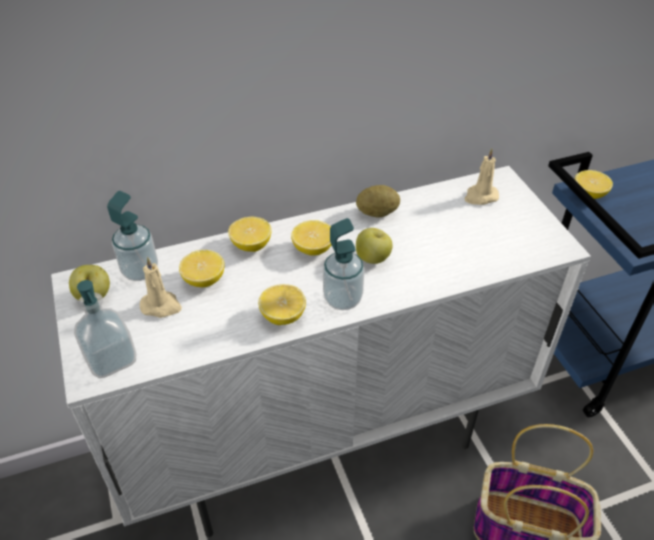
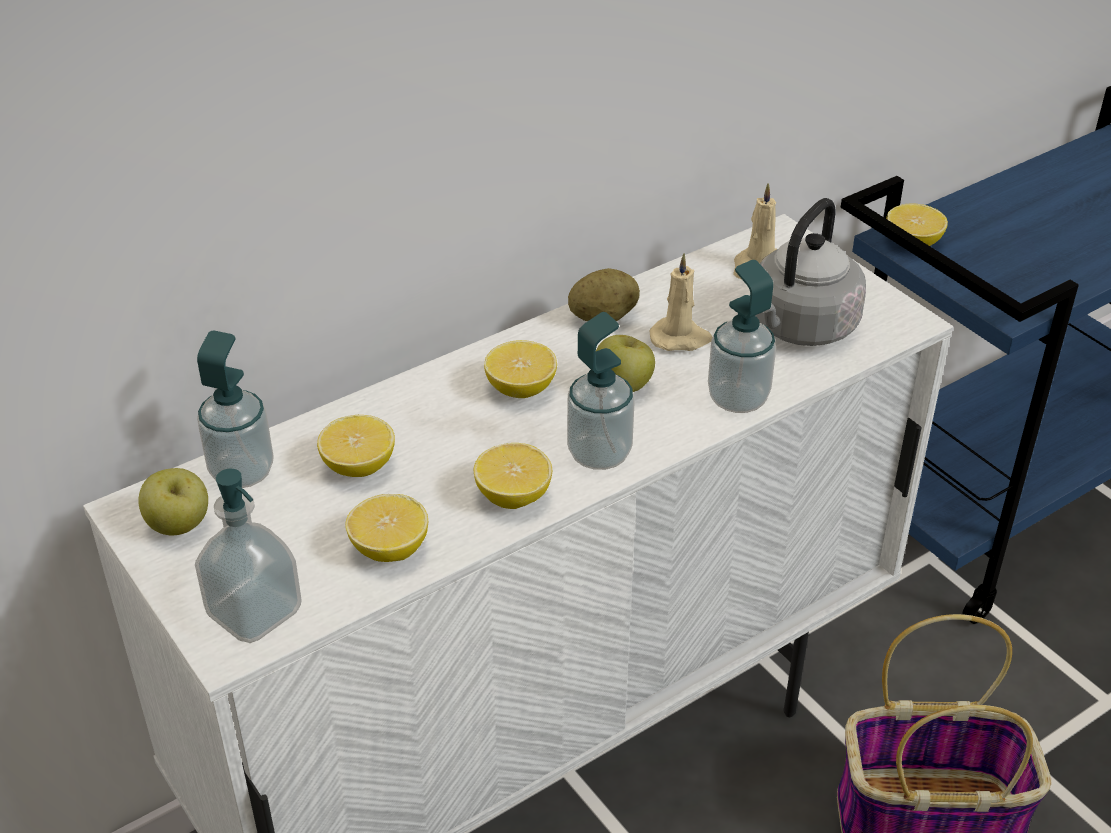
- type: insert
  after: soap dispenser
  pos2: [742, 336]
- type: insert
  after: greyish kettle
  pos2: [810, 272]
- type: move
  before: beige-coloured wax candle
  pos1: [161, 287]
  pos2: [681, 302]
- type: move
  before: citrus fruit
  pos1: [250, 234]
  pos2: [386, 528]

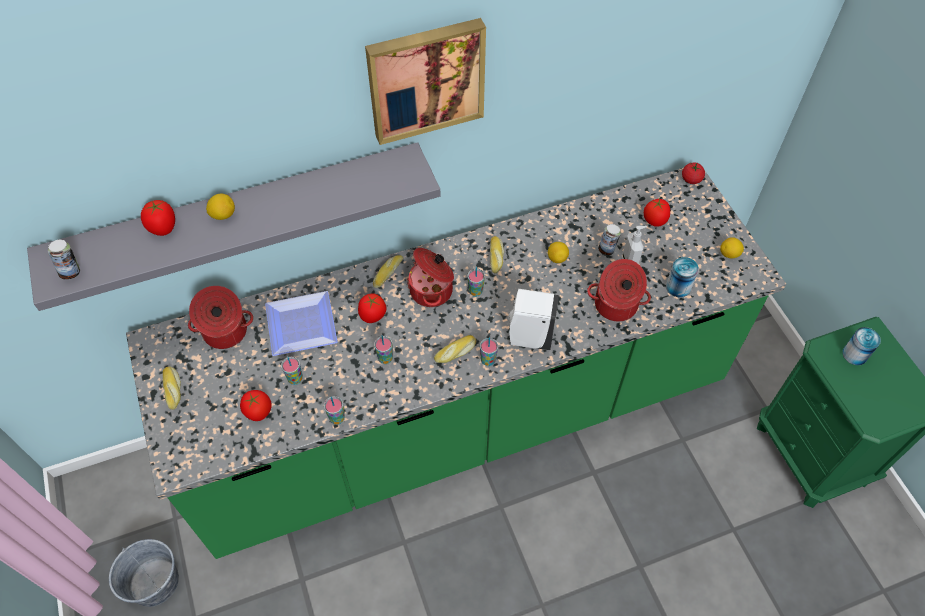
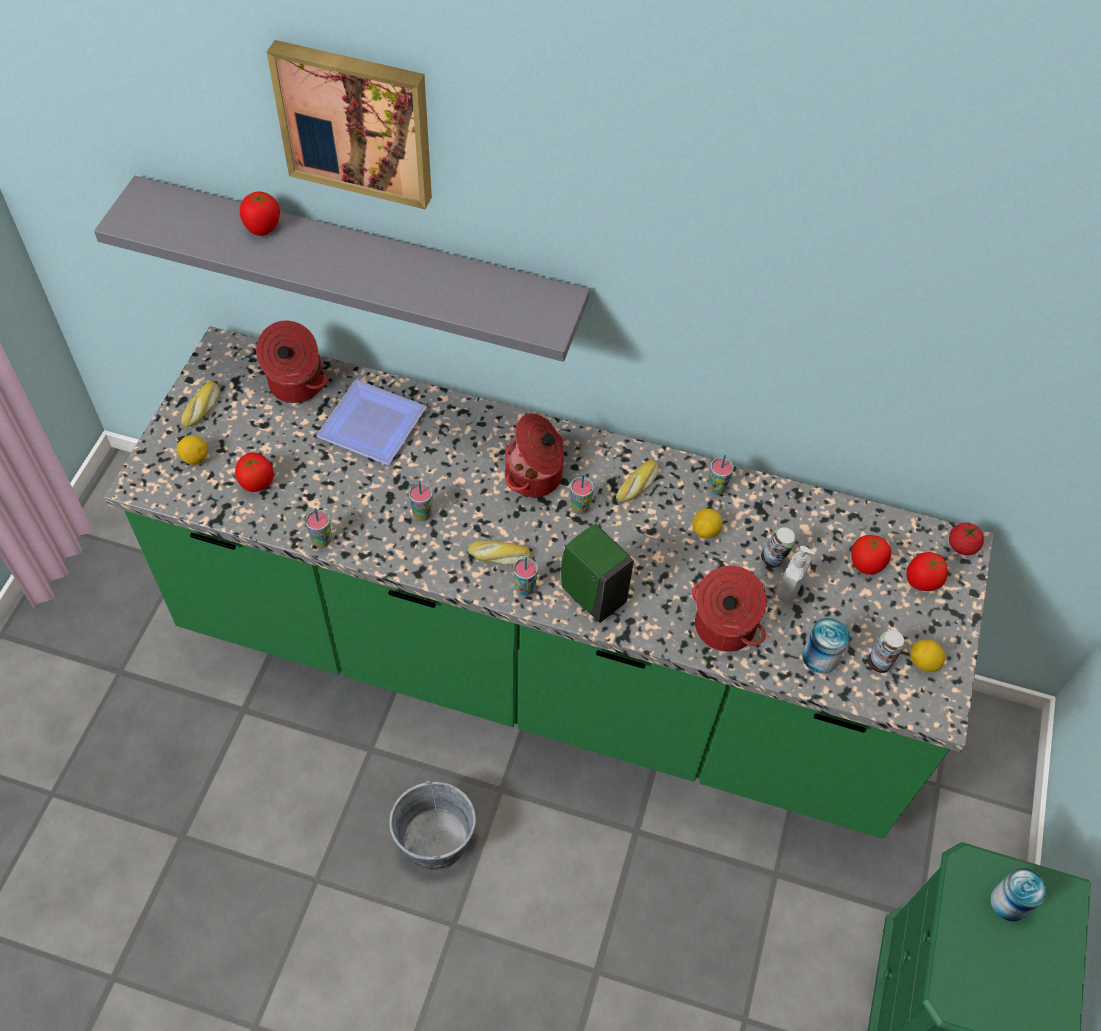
- type: delete
  before: bakery bread
  pos1: [388, 271]
- type: move
  before: can
  pos1: [64, 260]
  pos2: [886, 651]
- type: move
  before: greyish bucket
  pos1: [144, 573]
  pos2: [432, 825]
- type: move
  before: citrus fruit
  pos1: [220, 207]
  pos2: [192, 449]
- type: move
  before: drinking cup
  pos1: [292, 370]
  pos2: [721, 475]
- type: move
  before: whole tomato
  pos1: [372, 308]
  pos2: [927, 571]
- type: move
  before: wall art
  pos1: [425, 81]
  pos2: [349, 124]
- type: recolor
  before: white soap dispenser
  after: greenish soap dispenser
  pos1: [533, 319]
  pos2: [597, 573]

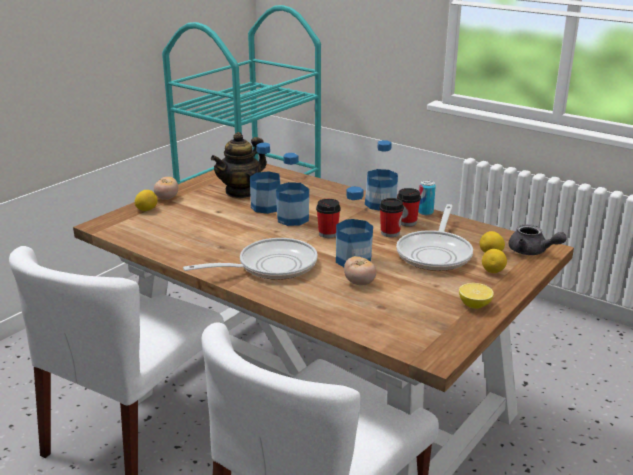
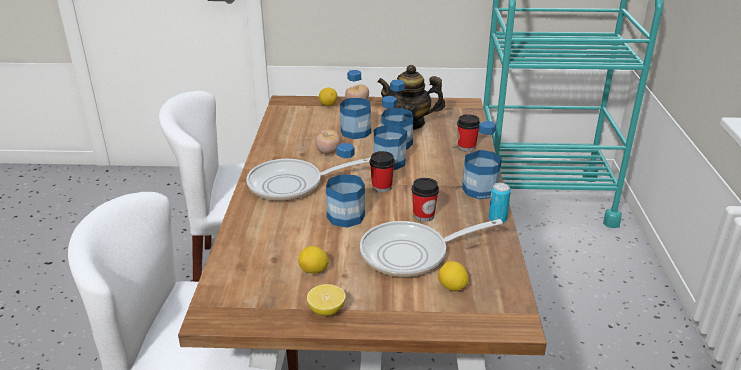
- type: delete
  before: greyish teapot
  pos1: [537, 239]
- type: insert
  after: bottle
  pos2: [355, 104]
- type: move
  before: whole tomato
  pos1: [360, 270]
  pos2: [327, 141]
- type: move
  before: drinking cup
  pos1: [409, 207]
  pos2: [468, 133]
- type: move
  before: citrus fruit
  pos1: [494, 261]
  pos2: [313, 260]
- type: rotate
  before: skillet
  pos1: [250, 259]
  pos2: [309, 179]
  turn: 135

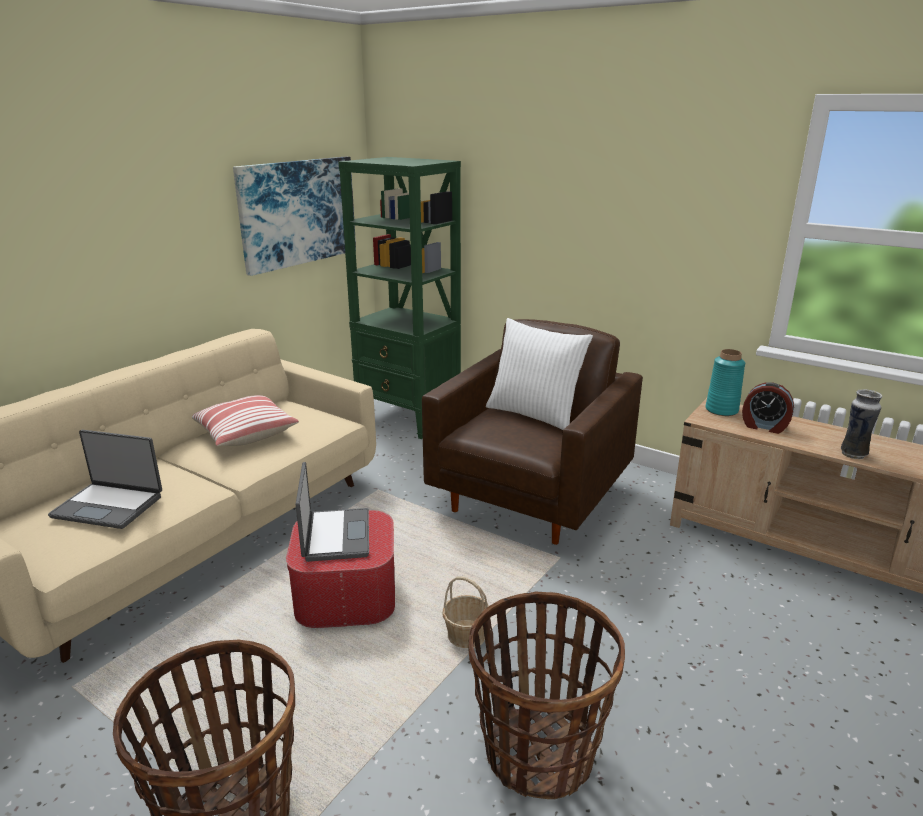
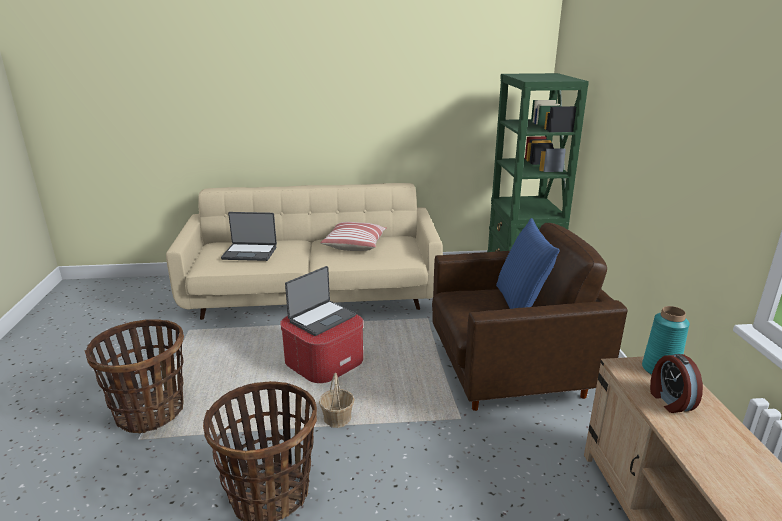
- type: delete
  before: wall art
  pos1: [294, 216]
- type: delete
  before: vase
  pos1: [861, 424]
- type: recolor
  before: white throw pillow
  after: blue throw pillow
  pos1: [539, 374]
  pos2: [528, 263]
- type: rotate
  before: notebook computer
  pos1: [105, 479]
  pos2: [249, 236]
  turn: -60

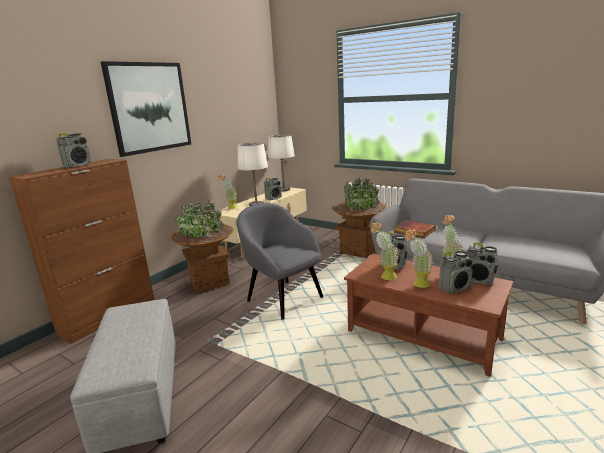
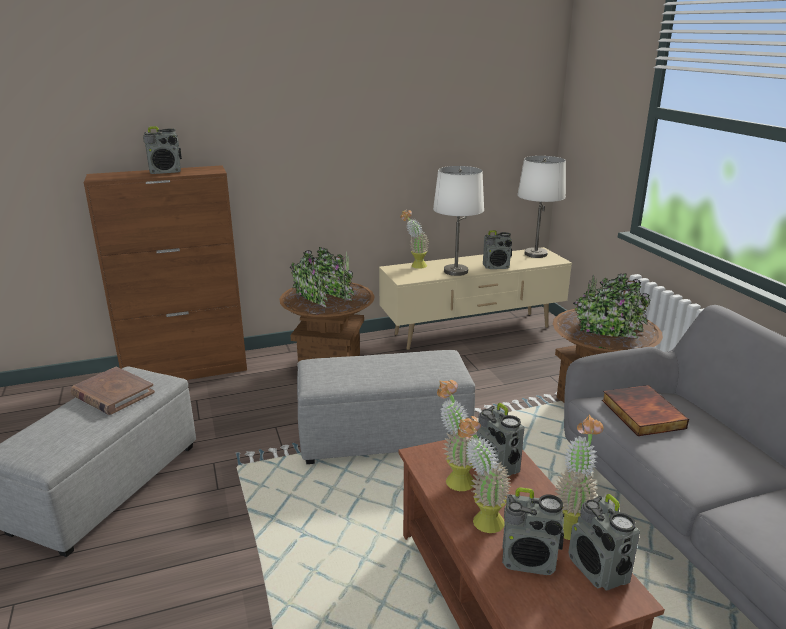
- type: delete
  before: wall art
  pos1: [146, 109]
- type: insert
  after: brownish book
  pos2: [113, 391]
- type: replace
  before: greyish lounge chair
  after: greyish ottoman
  pos1: [280, 261]
  pos2: [386, 407]

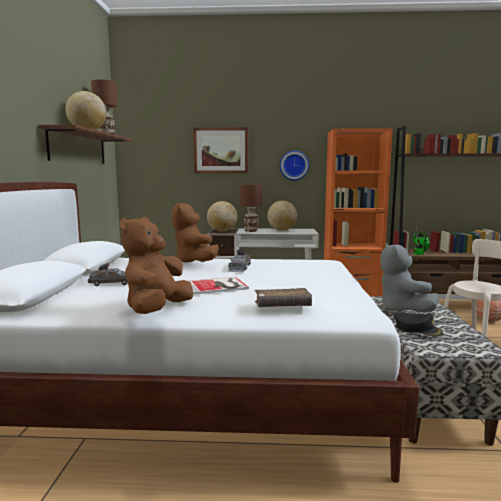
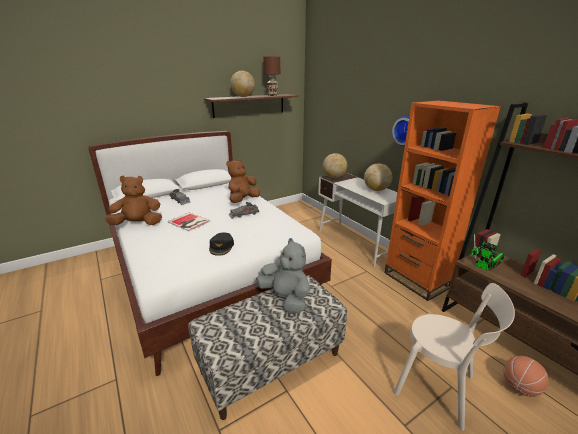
- type: delete
  before: wall art
  pos1: [220, 150]
- type: delete
  before: brownish table lamp
  pos1: [251, 208]
- type: delete
  before: brownish book
  pos1: [283, 297]
- type: move
  before: black peaked cap
  pos1: [418, 324]
  pos2: [221, 244]
- type: rotate
  before: greyish plush toy
  pos1: [409, 277]
  pos2: [283, 275]
  turn: 90

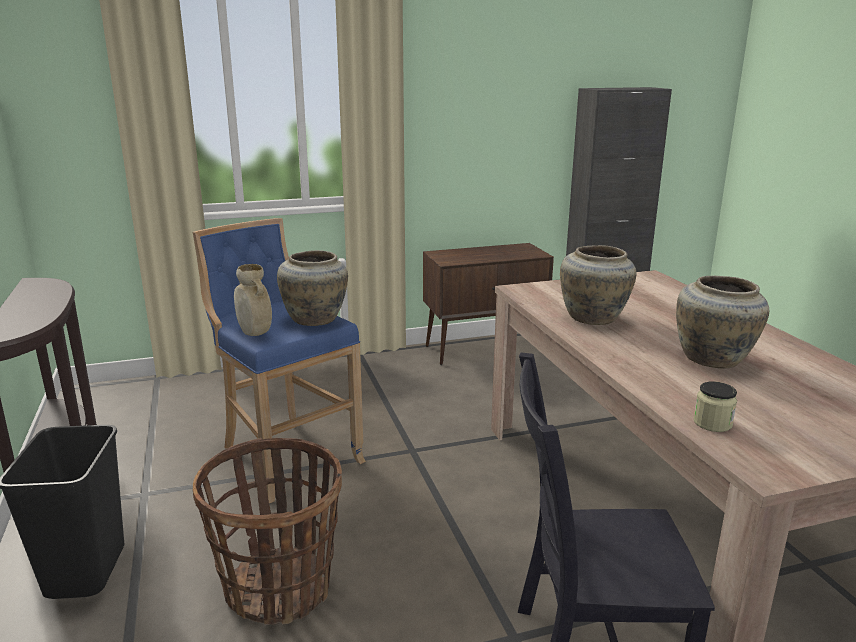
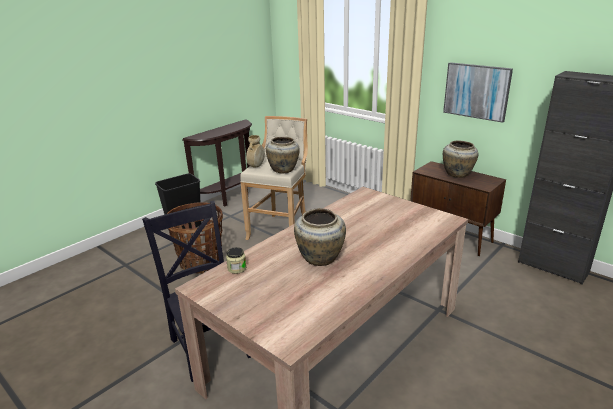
- type: insert
  after: wall art
  pos2: [478, 92]
- type: move
  before: beige-coloured vase
  pos1: [598, 285]
  pos2: [460, 159]
- type: recolor
  before: blue stool
  after: beige-coloured stool
  pos1: [279, 360]
  pos2: [274, 178]

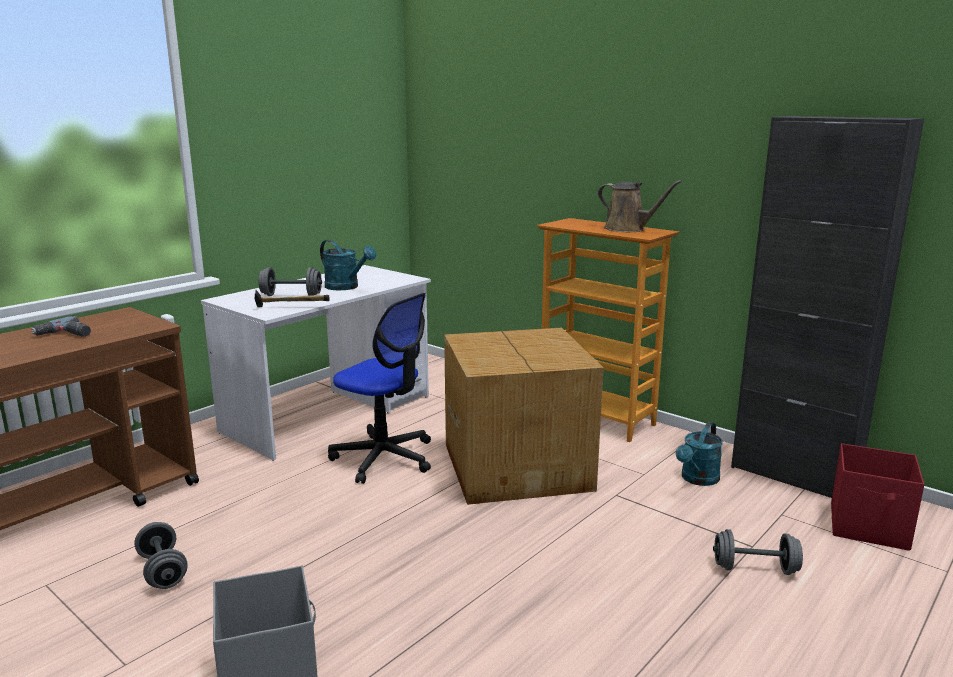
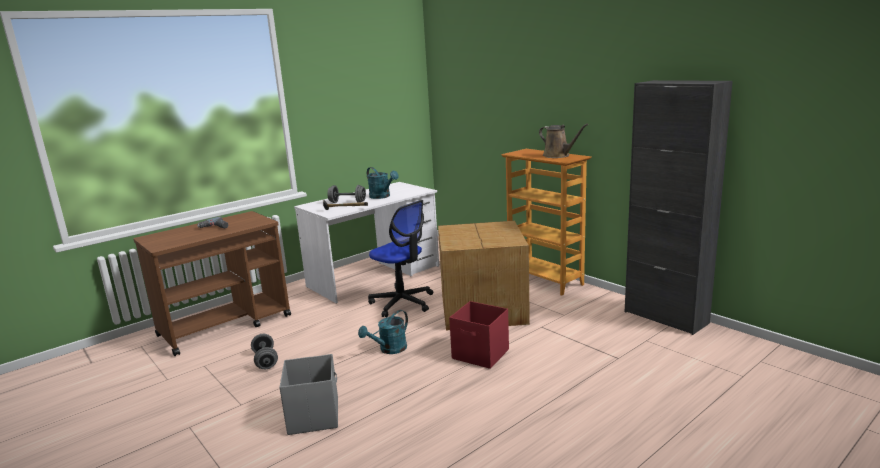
- type: delete
  before: greyish dumbbell
  pos1: [758, 552]
- type: move
  before: turquoise-coloured watering can
  pos1: [699, 454]
  pos2: [383, 332]
- type: move
  before: reddish storage container
  pos1: [877, 497]
  pos2: [479, 335]

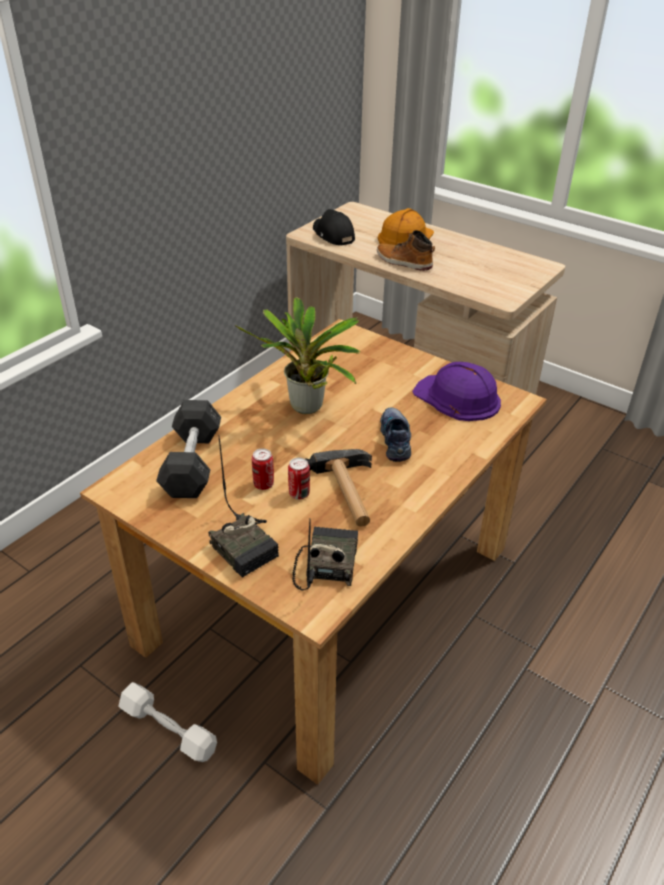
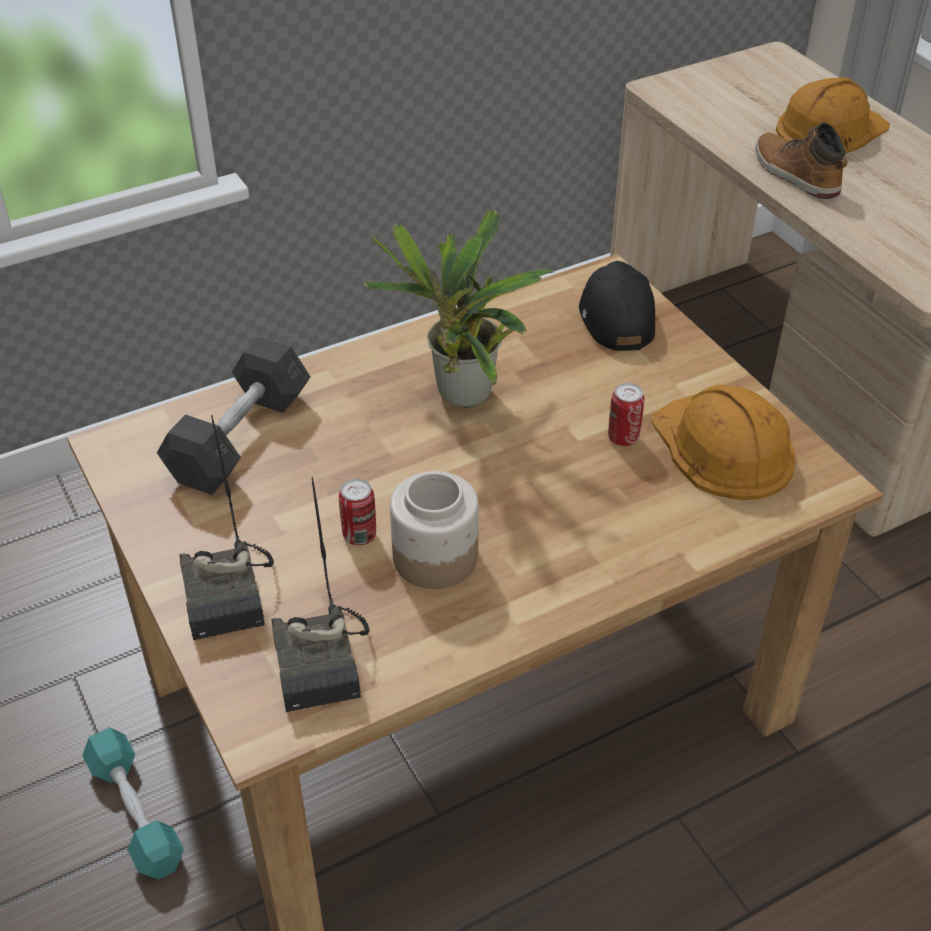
- type: delete
  before: item of footwear
  pos1: [395, 434]
- type: move
  before: can
  pos1: [263, 469]
  pos2: [626, 414]
- type: move
  before: black peaked cap
  pos1: [334, 227]
  pos2: [617, 306]
- type: replace
  before: hand hammer
  after: storage jar
  pos1: [338, 488]
  pos2: [434, 530]
- type: recolor
  before: white dumbbell
  after: turquoise-coloured dumbbell
  pos1: [167, 722]
  pos2: [133, 803]
- type: recolor
  before: purple safety helmet
  after: orangey safety helmet
  pos1: [456, 391]
  pos2: [723, 442]
- type: rotate
  before: radio set
  pos1: [325, 554]
  pos2: [320, 594]
  turn: 135

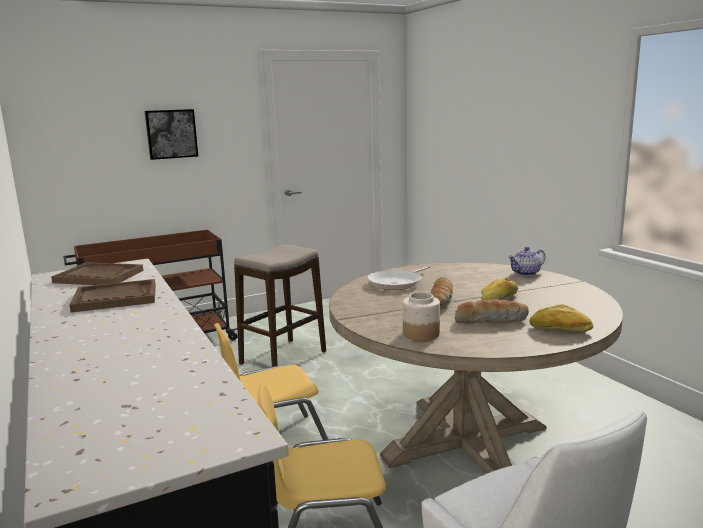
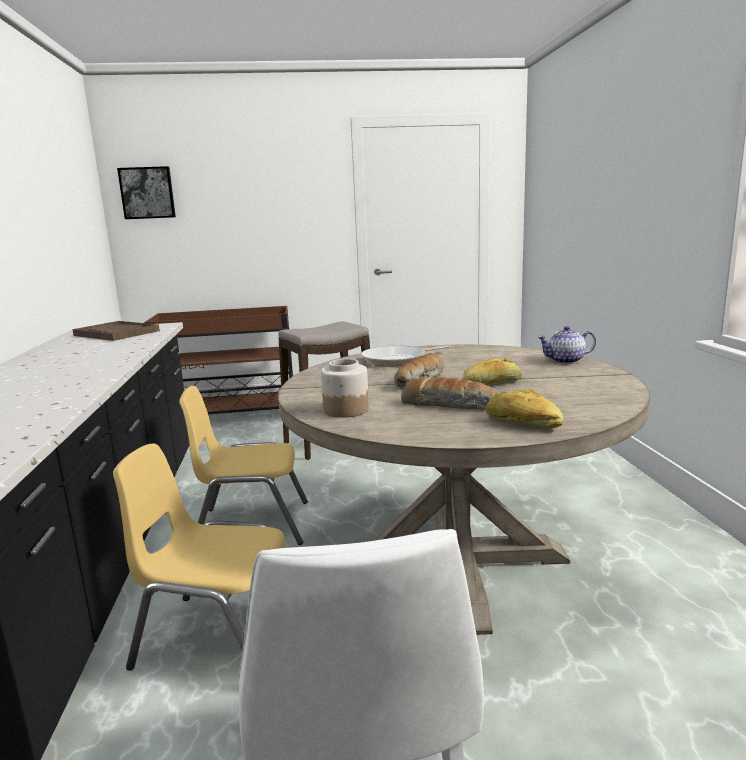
- type: delete
  before: brownish tray
  pos1: [112, 296]
- type: move
  before: wall art
  pos1: [171, 134]
  pos2: [146, 192]

